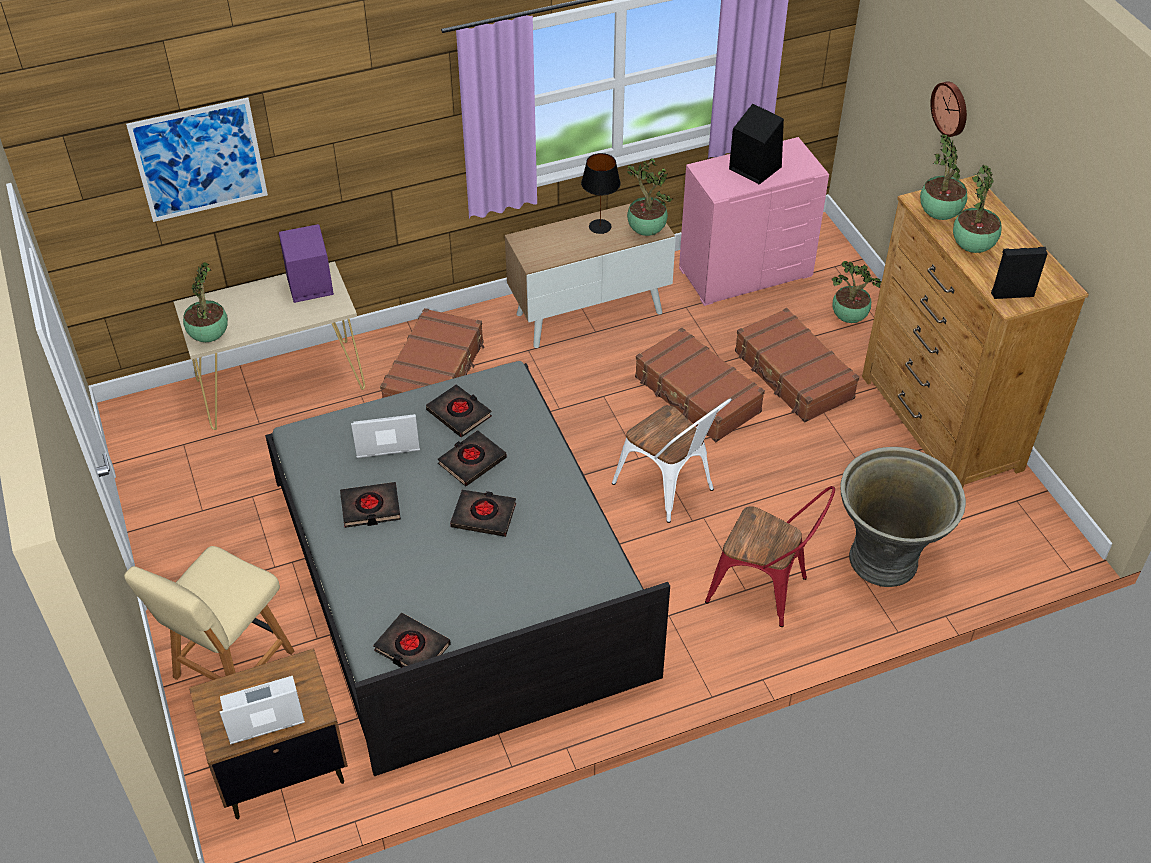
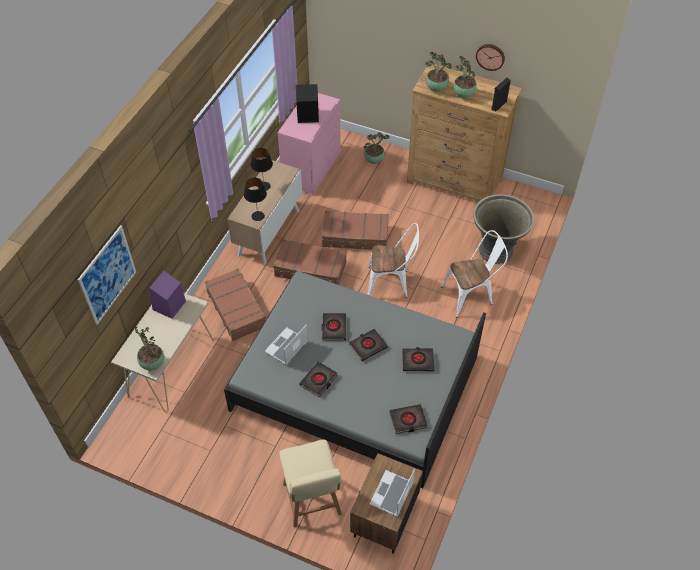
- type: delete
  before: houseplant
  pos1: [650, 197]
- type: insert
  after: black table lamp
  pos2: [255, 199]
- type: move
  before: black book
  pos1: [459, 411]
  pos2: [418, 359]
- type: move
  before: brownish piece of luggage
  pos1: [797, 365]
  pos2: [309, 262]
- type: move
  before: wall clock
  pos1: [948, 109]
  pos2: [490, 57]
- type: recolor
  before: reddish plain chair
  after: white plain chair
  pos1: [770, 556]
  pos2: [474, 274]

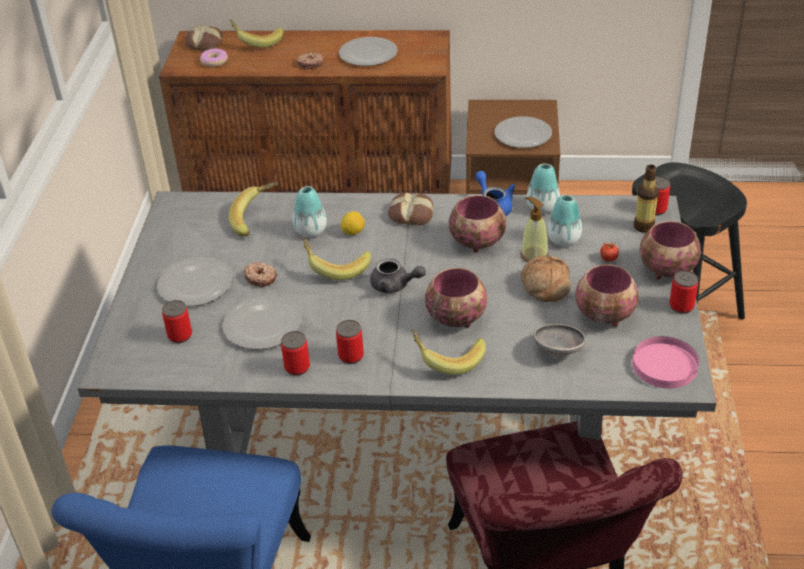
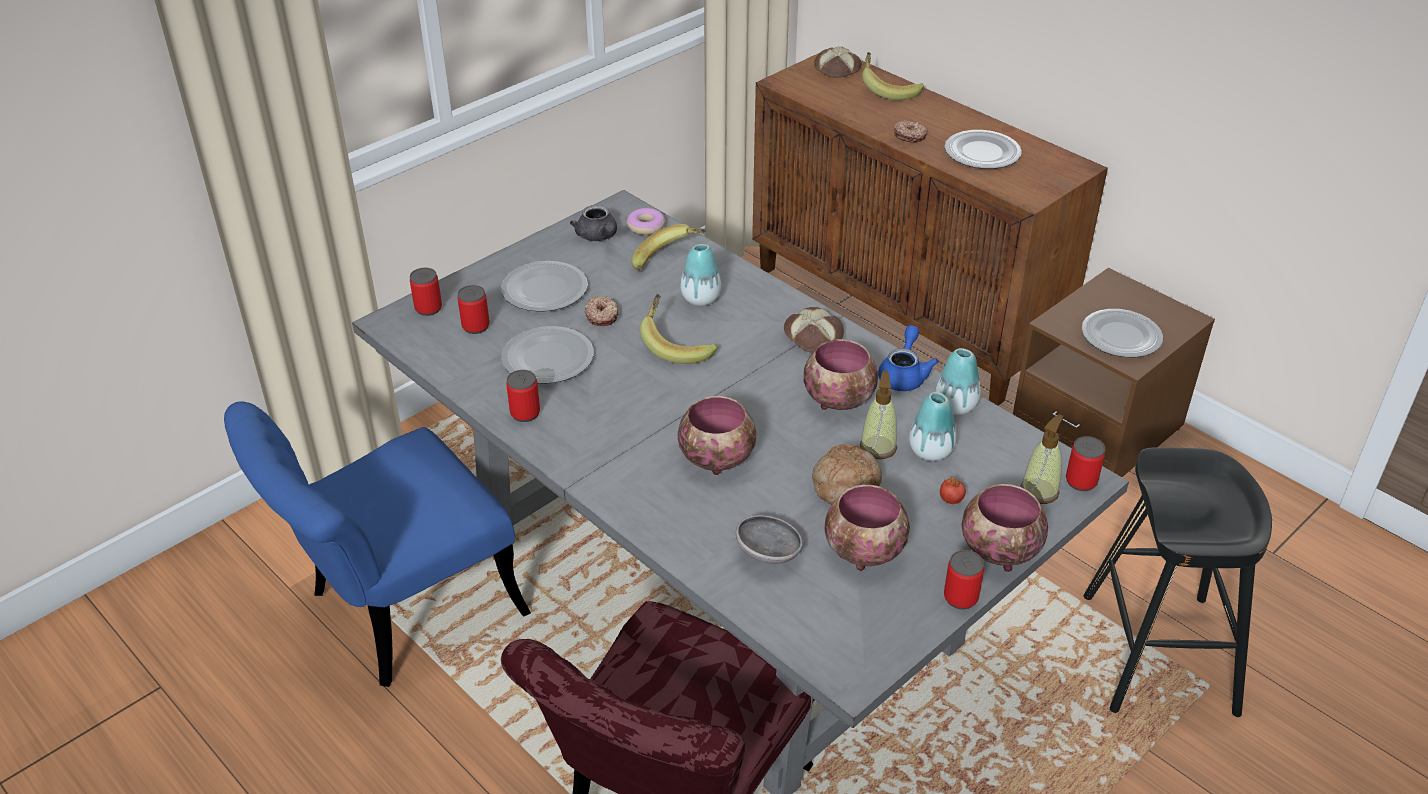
- type: delete
  before: citrus fruit
  pos1: [353, 223]
- type: delete
  before: whole banana
  pos1: [448, 352]
- type: delete
  before: pinkish plate
  pos1: [665, 362]
- type: move
  before: donut
  pos1: [214, 58]
  pos2: [646, 221]
- type: move
  before: can
  pos1: [350, 342]
  pos2: [426, 292]
- type: move
  before: greyish teapot
  pos1: [398, 275]
  pos2: [593, 223]
- type: replace
  before: bottle
  after: soap dispenser
  pos1: [646, 199]
  pos2: [1042, 459]

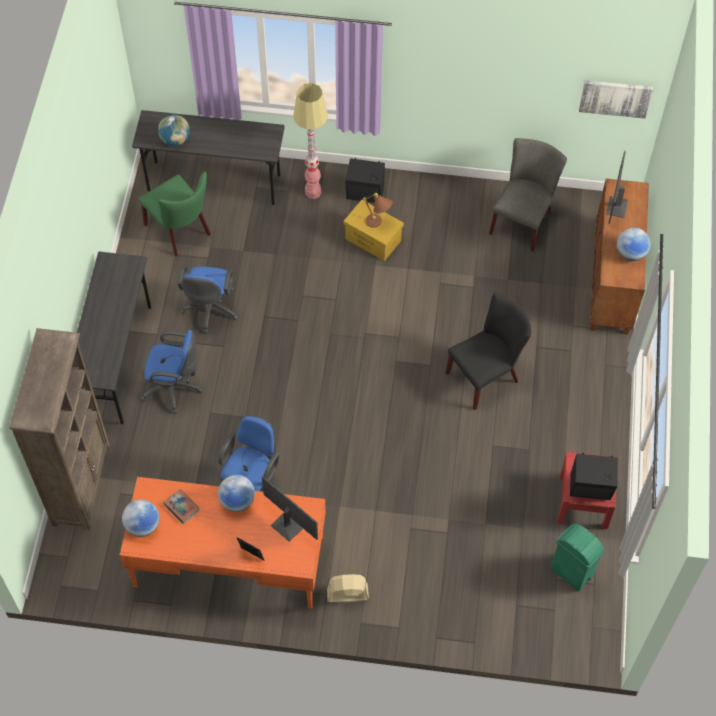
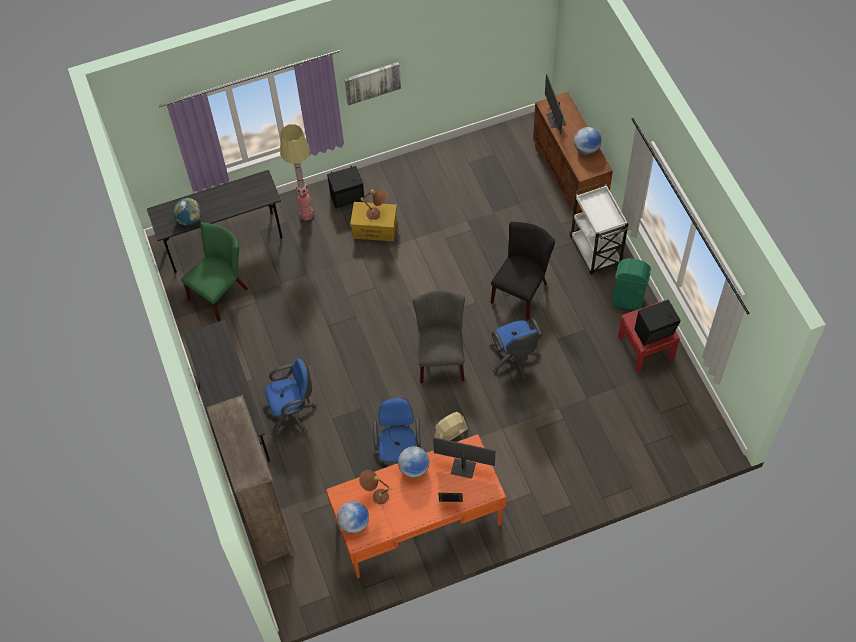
- type: insert
  after: white wheeled cart
  pos2: [599, 228]
- type: move
  before: blue office chair
  pos1: [207, 299]
  pos2: [516, 348]
- type: move
  before: beige-coloured fan
  pos1: [348, 588]
  pos2: [451, 426]
- type: move
  before: greyish plain chair
  pos1: [528, 195]
  pos2: [439, 337]
- type: move
  before: greenish waste bin
  pos1: [578, 558]
  pos2: [631, 284]
- type: move
  before: wall art
  pos1: [616, 99]
  pos2: [372, 83]
- type: replace
  before: book
  after: brownish table lamp
  pos1: [181, 506]
  pos2: [375, 487]
- type: rotate
  before: greenish plain chair
  pos1: [175, 214]
  pos2: [214, 271]
  turn: -75

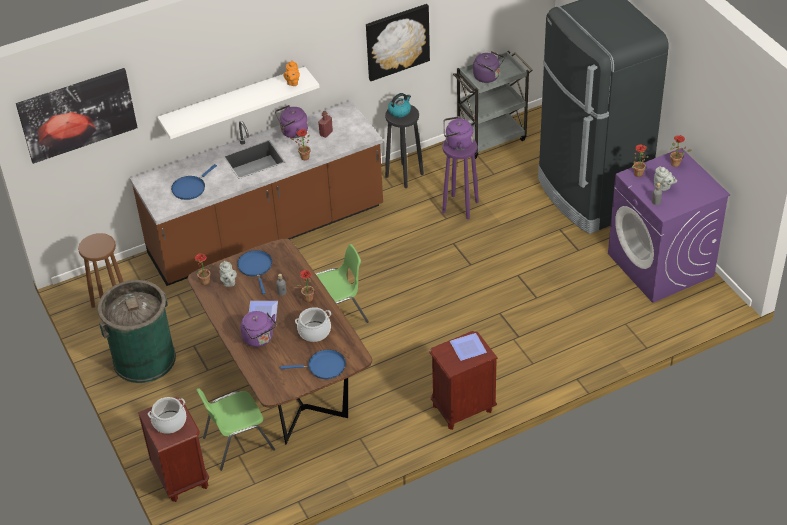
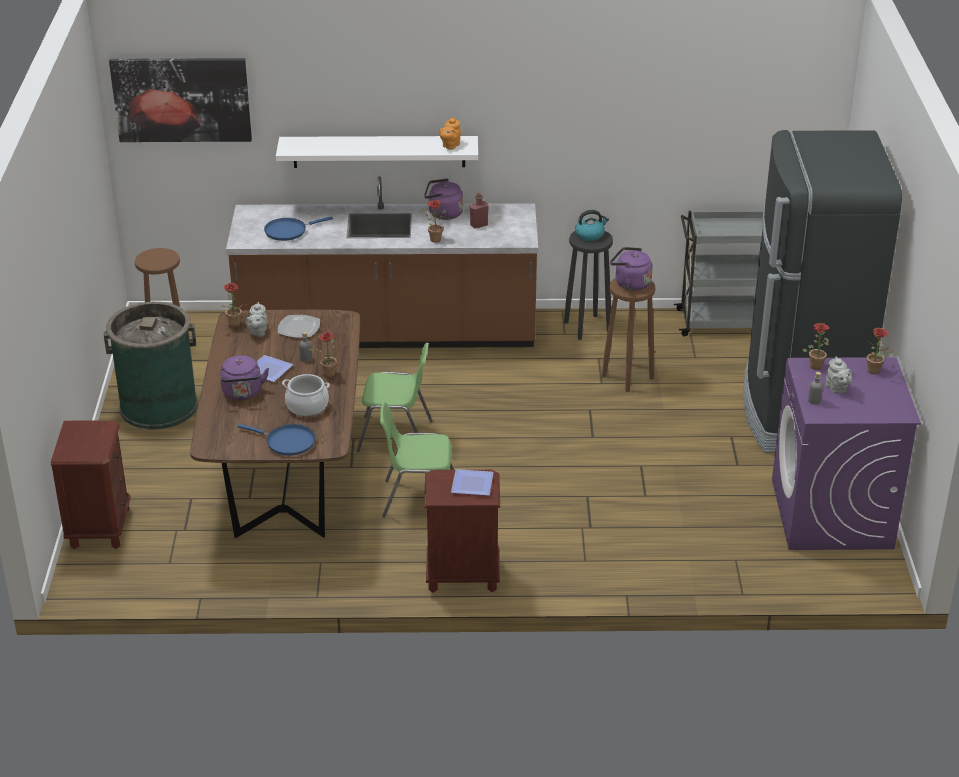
- type: delete
  before: cooking pot
  pos1: [167, 415]
- type: delete
  before: wall art
  pos1: [398, 42]
- type: delete
  before: purple kettle
  pos1: [489, 67]
- type: move
  before: greenish plain chair
  pos1: [235, 429]
  pos2: [417, 459]
- type: replace
  before: blue skillet
  after: plate
  pos1: [254, 272]
  pos2: [299, 326]
- type: recolor
  before: purple stool
  after: brownish stool
  pos1: [460, 179]
  pos2: [628, 335]

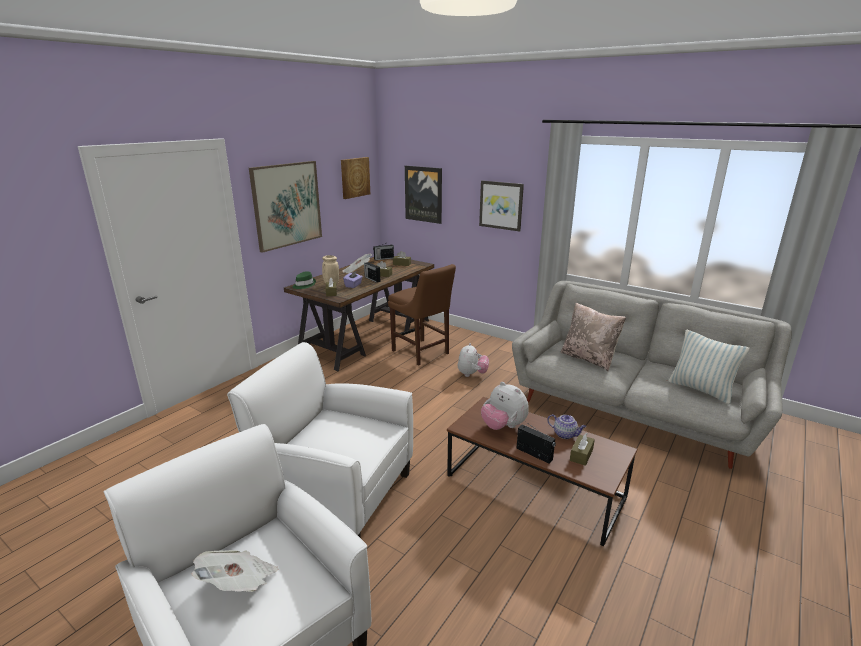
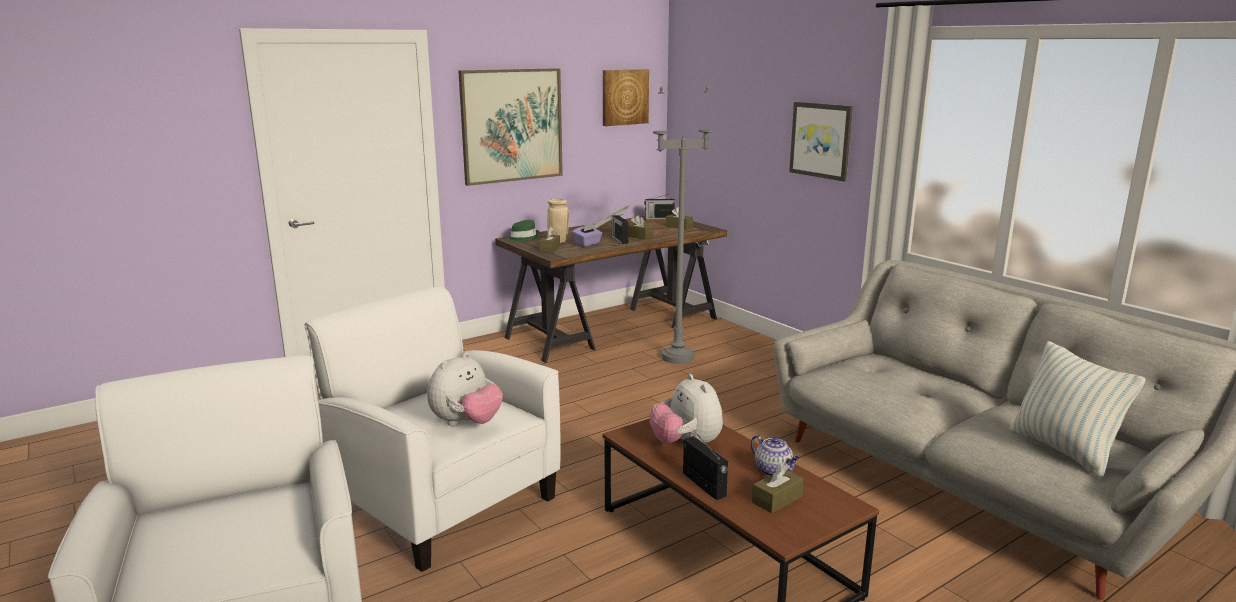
- type: delete
  before: daily paper
  pos1: [234, 571]
- type: delete
  before: wall art
  pos1: [423, 195]
- type: delete
  before: beige-coloured throw pillow
  pos1: [593, 336]
- type: move
  before: plush toy
  pos1: [473, 360]
  pos2: [465, 389]
- type: replace
  before: brownish plain chair
  after: greyish standing lamp
  pos1: [422, 315]
  pos2: [683, 224]

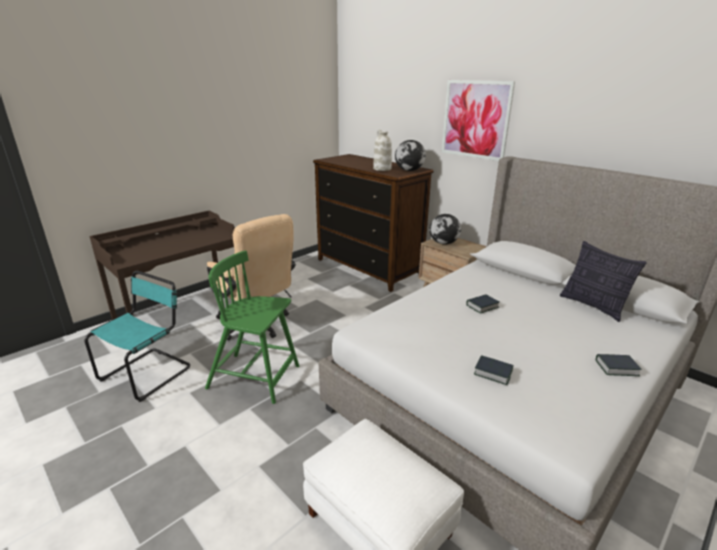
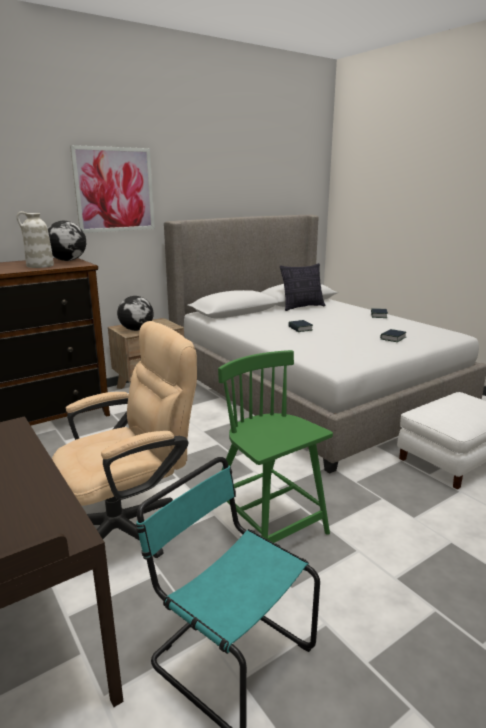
- type: rotate
  before: greenish plain chair
  pos1: [252, 327]
  pos2: [275, 446]
  turn: 120

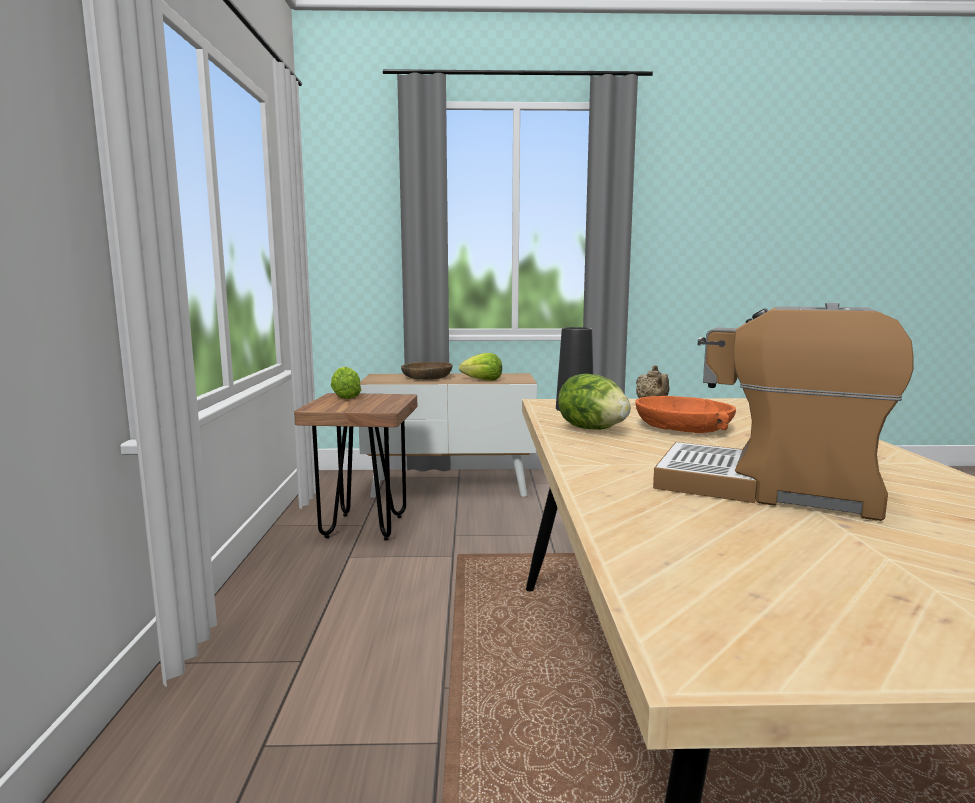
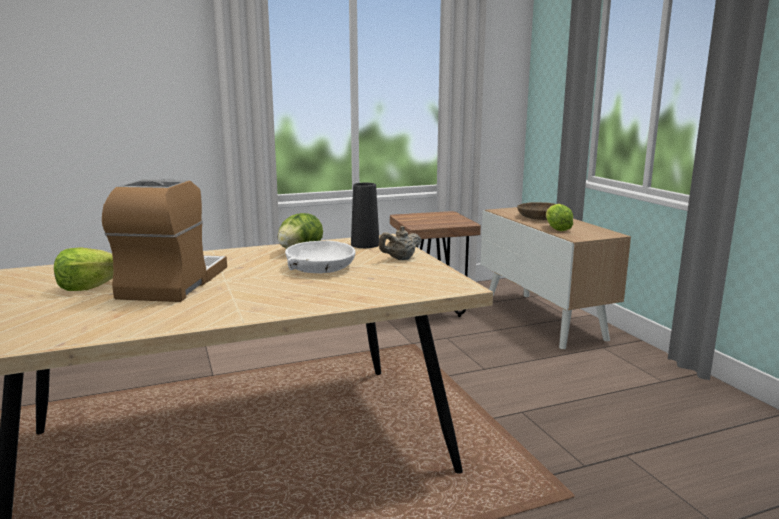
- type: move
  before: lettuce
  pos1: [346, 383]
  pos2: [83, 269]
- type: recolor
  before: orangey bowl
  after: white bowl
  pos1: [685, 414]
  pos2: [320, 257]

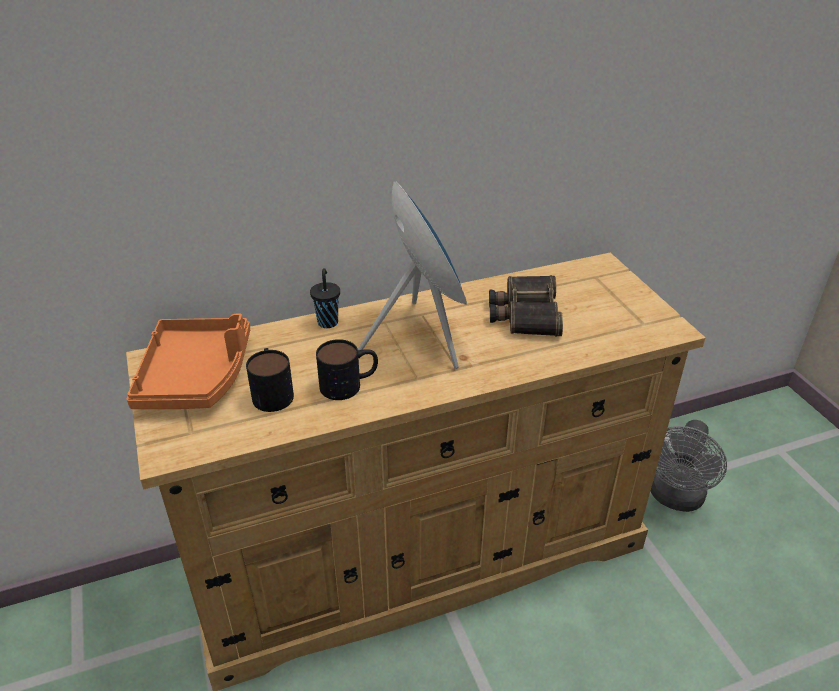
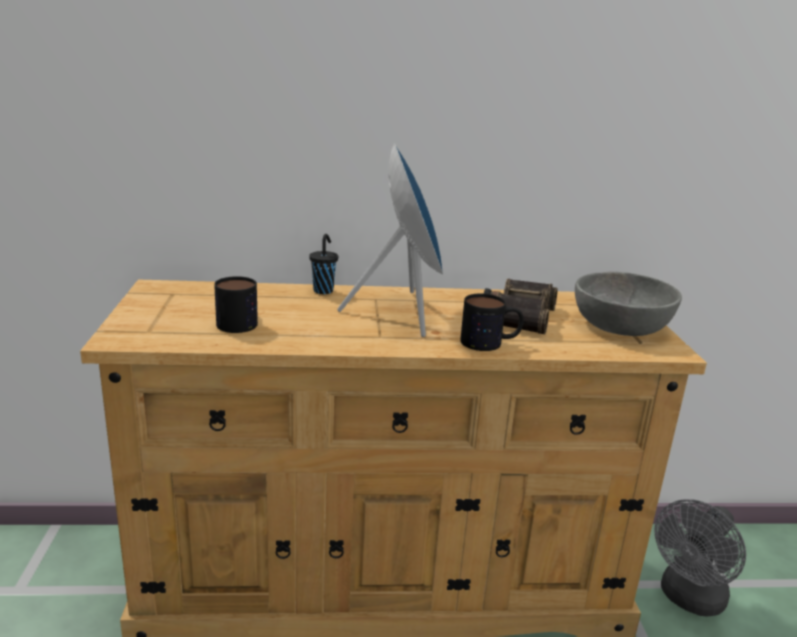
- type: delete
  before: orangey tray
  pos1: [188, 361]
- type: insert
  after: greyish bowl
  pos2: [628, 303]
- type: move
  before: tea mug
  pos1: [347, 369]
  pos2: [492, 322]

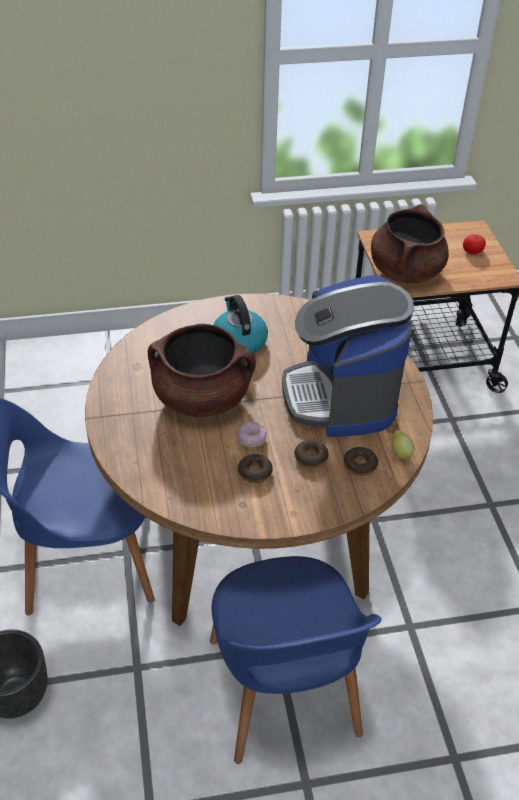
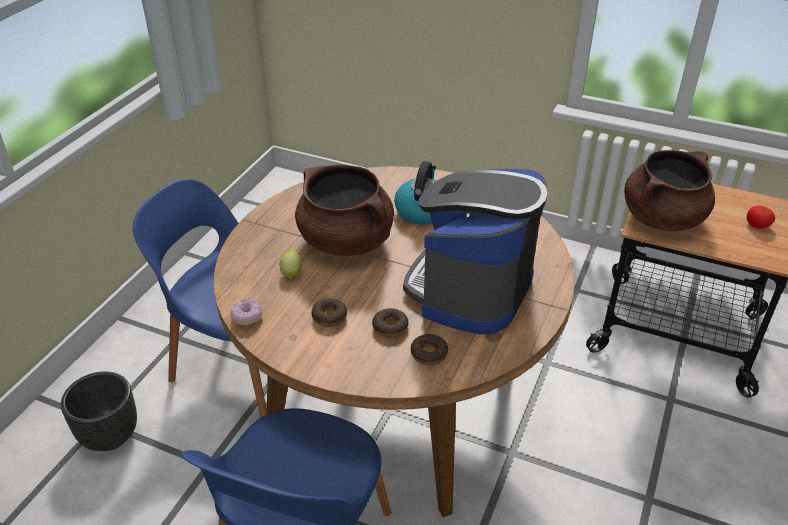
- type: move
  before: donut
  pos1: [252, 434]
  pos2: [246, 311]
- type: move
  before: citrus fruit
  pos1: [403, 445]
  pos2: [290, 263]

